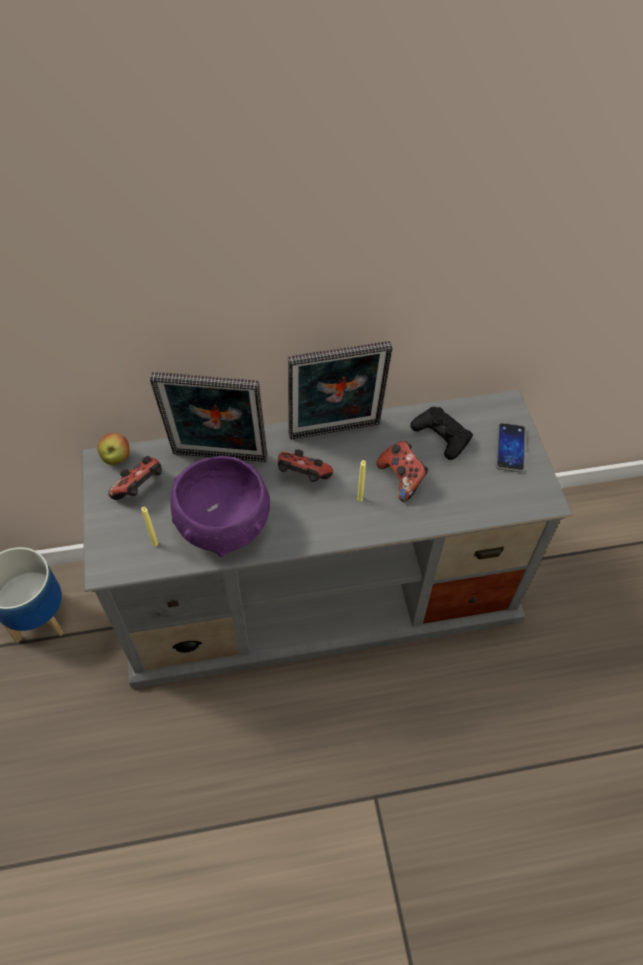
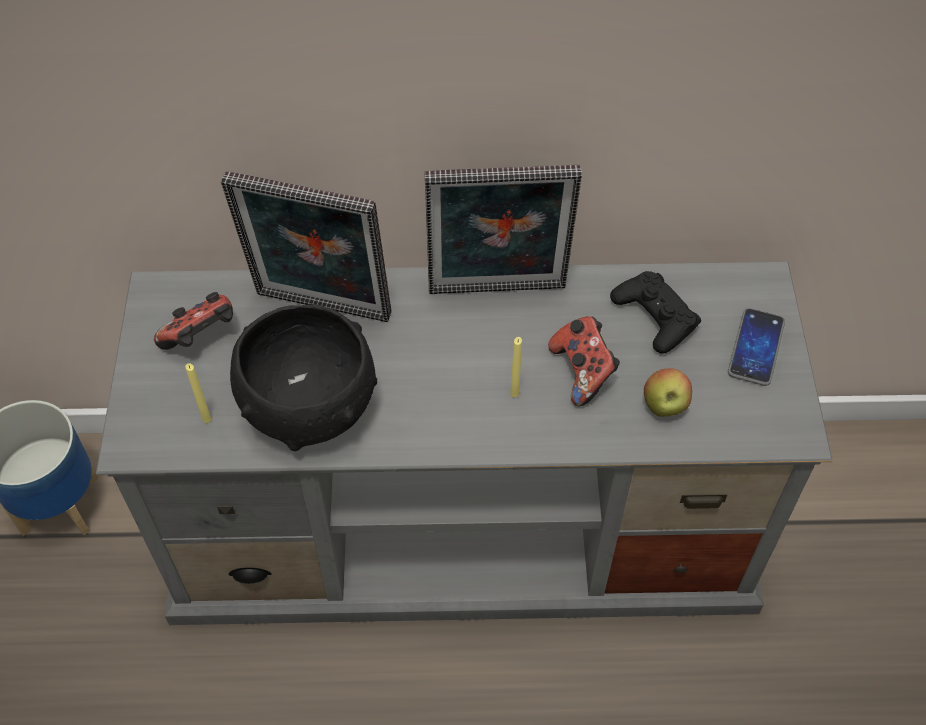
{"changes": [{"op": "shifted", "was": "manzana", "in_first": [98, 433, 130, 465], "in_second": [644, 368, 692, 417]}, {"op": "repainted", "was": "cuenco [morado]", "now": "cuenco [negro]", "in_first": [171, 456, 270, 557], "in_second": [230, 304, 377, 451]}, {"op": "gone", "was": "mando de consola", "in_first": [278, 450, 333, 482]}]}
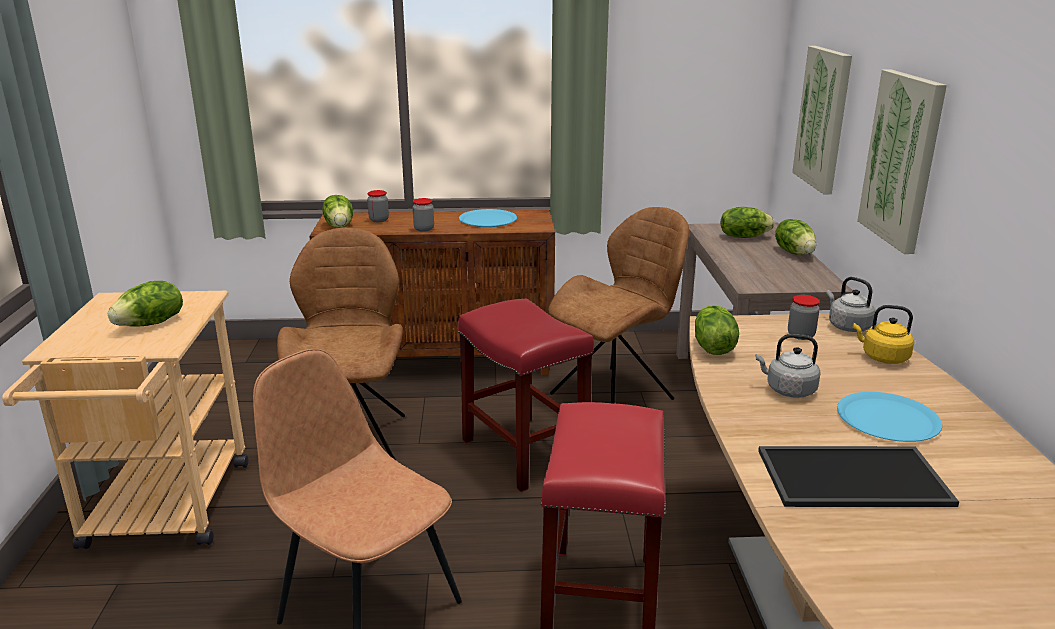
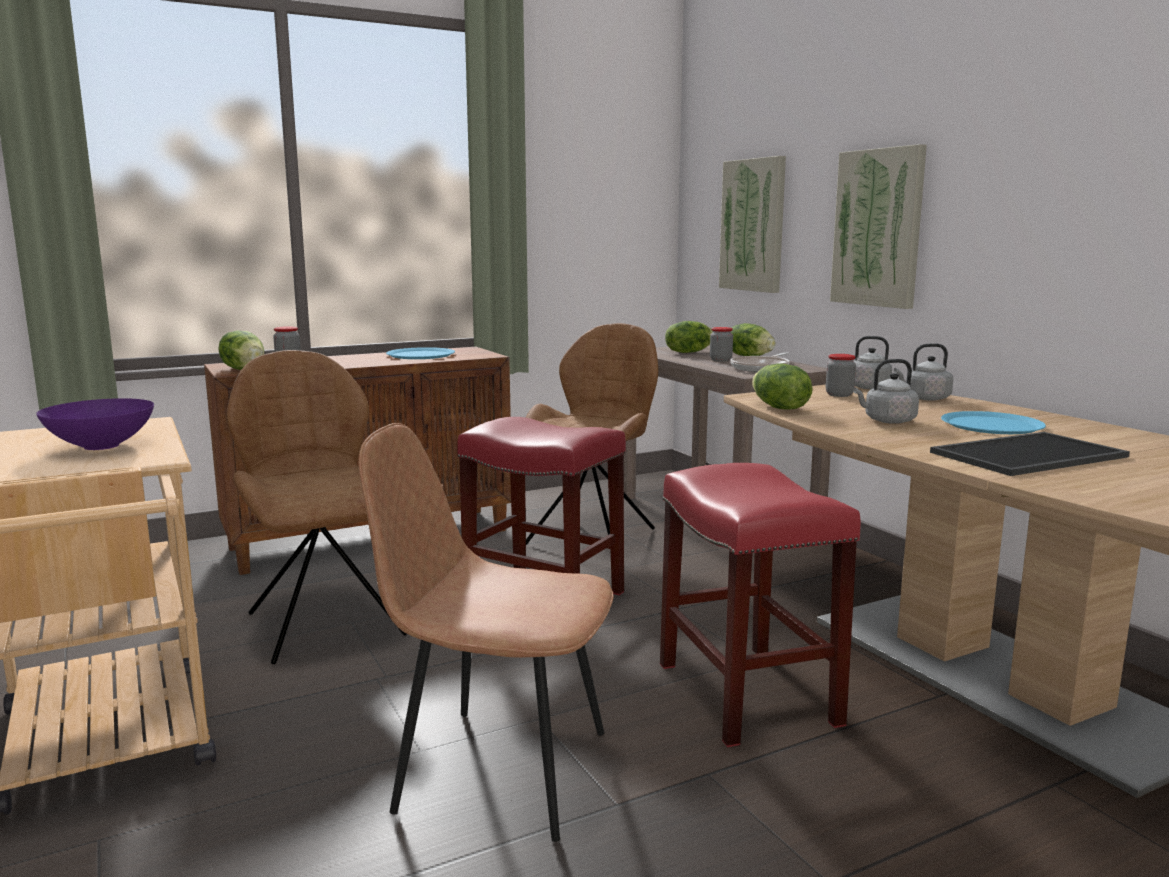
{"changes": [{"op": "swapped", "was": "lechuga", "now": "cuenco [morado]", "in_first": [108, 281, 183, 327], "in_second": [36, 398, 154, 450]}, {"op": "shifted", "was": "tarro", "in_first": [413, 198, 434, 232], "in_second": [710, 327, 733, 362]}, {"op": "repainted", "was": "hervidor [amarillo]", "now": "hervidor [gris]", "in_first": [853, 305, 914, 364], "in_second": [894, 343, 953, 401]}, {"op": "new", "now": "sartén", "in_second": [730, 352, 790, 372]}]}
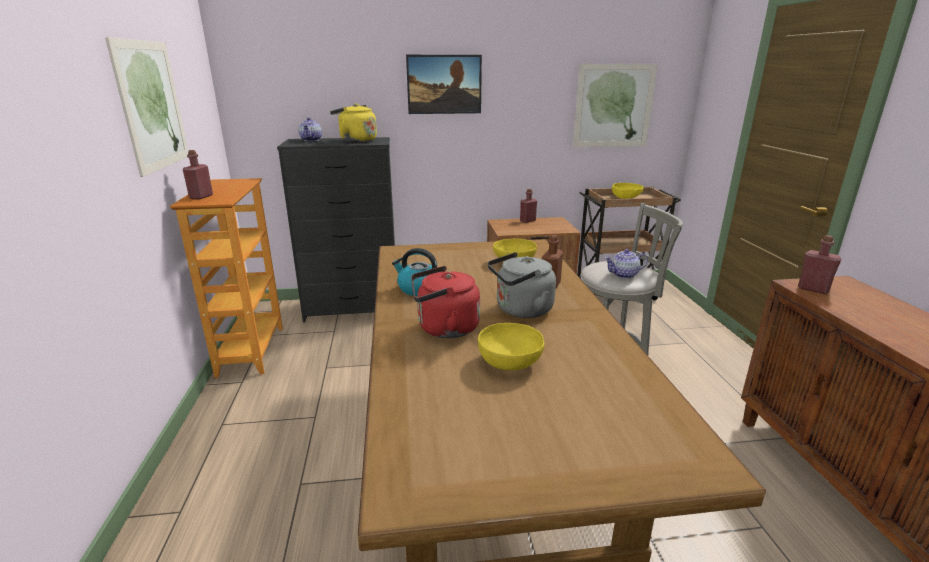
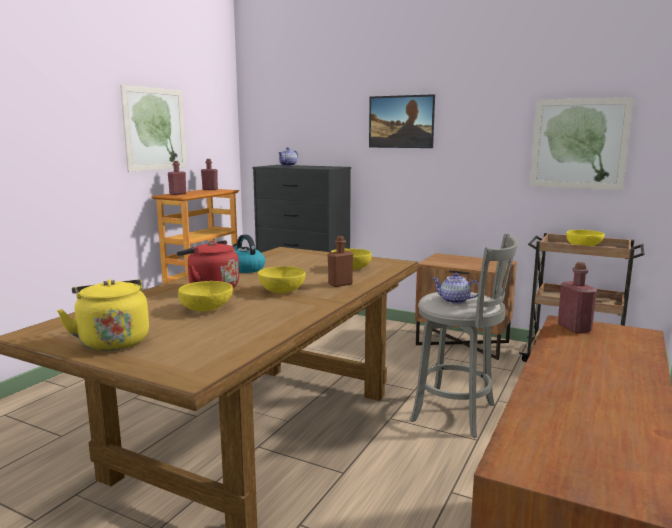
{"changes": [{"op": "shifted", "was": "hervidor [amarillo]", "in_first": [330, 103, 377, 142], "in_second": [57, 279, 149, 351]}, {"op": "swapped", "was": "hervidor [gris]", "now": "cuenco [amarillo]", "in_first": [488, 252, 556, 318], "in_second": [258, 266, 306, 293]}, {"op": "shifted", "was": "botella [rojo]", "in_first": [520, 189, 537, 223], "in_second": [201, 159, 218, 190]}]}
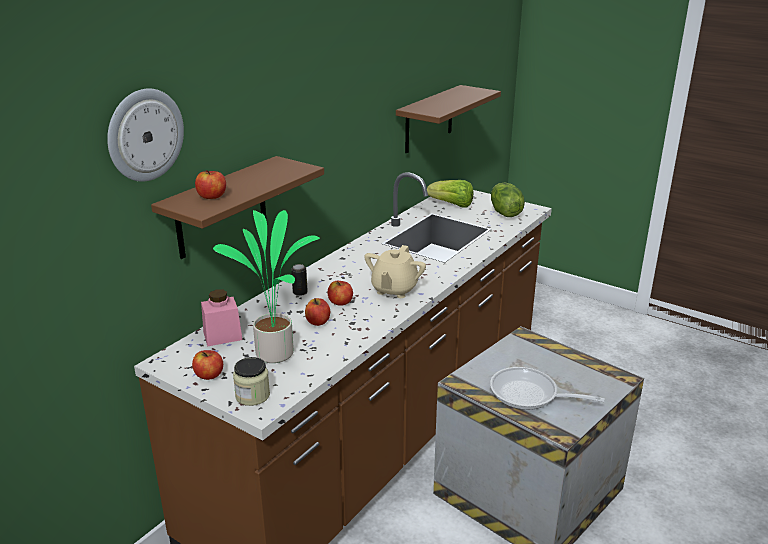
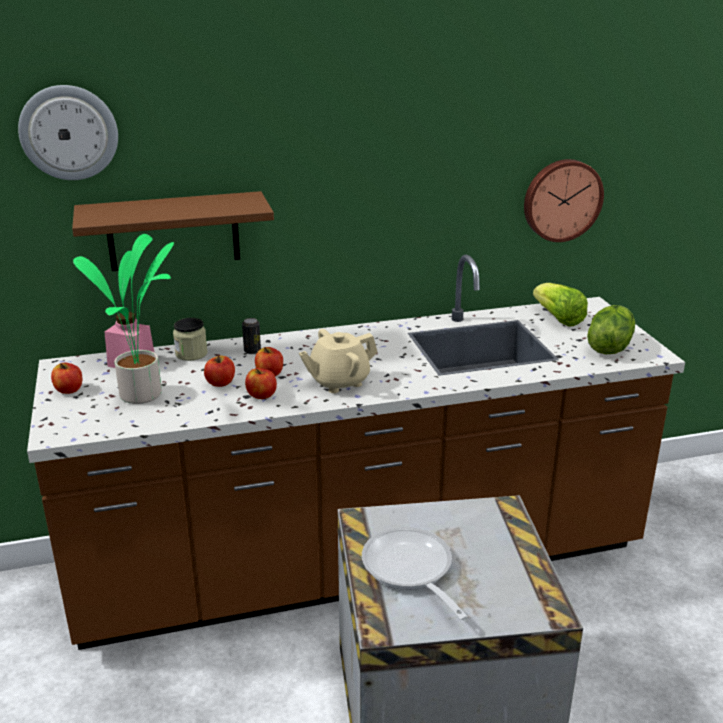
{"changes": [{"op": "shifted", "was": "manzana", "in_first": [195, 170, 226, 199], "in_second": [245, 368, 277, 399]}, {"op": "shifted", "was": "tarro", "in_first": [233, 357, 270, 406], "in_second": [173, 318, 207, 361]}, {"op": "swapped", "was": "estante [marrón]", "now": "reloj de pared", "in_first": [396, 85, 501, 153], "in_second": [524, 159, 604, 242]}]}
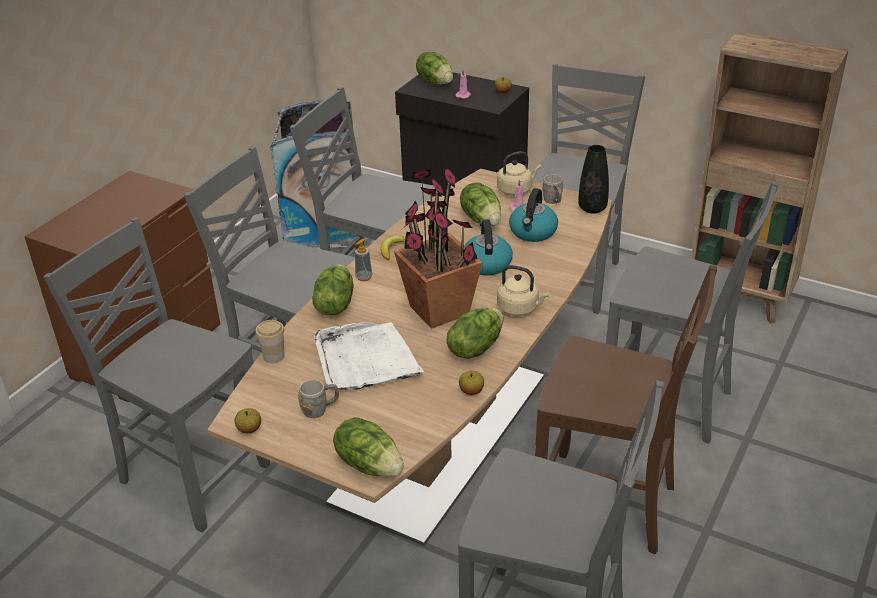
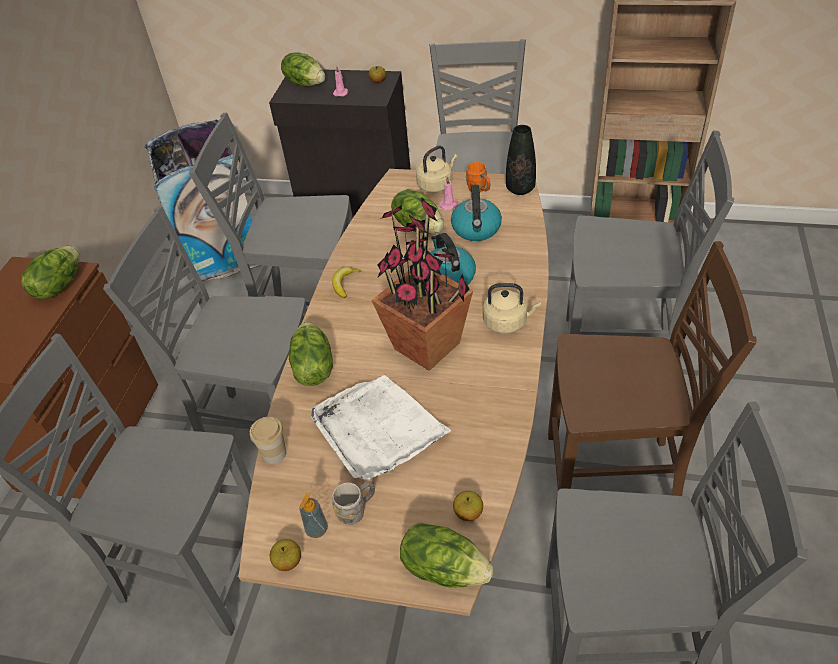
{"changes": [{"op": "shifted", "was": "dispensador de jabón", "in_first": [355, 239, 372, 281], "in_second": [299, 493, 328, 538]}, {"op": "shifted", "was": "lechuga", "in_first": [447, 308, 503, 359], "in_second": [21, 246, 80, 299]}, {"op": "shifted", "was": "manzana", "in_first": [459, 371, 484, 395], "in_second": [453, 491, 483, 521]}, {"op": "repainted", "was": "taza grande [gris]", "now": "taza grande [naranja]", "in_first": [542, 174, 563, 204], "in_second": [466, 162, 490, 192]}]}
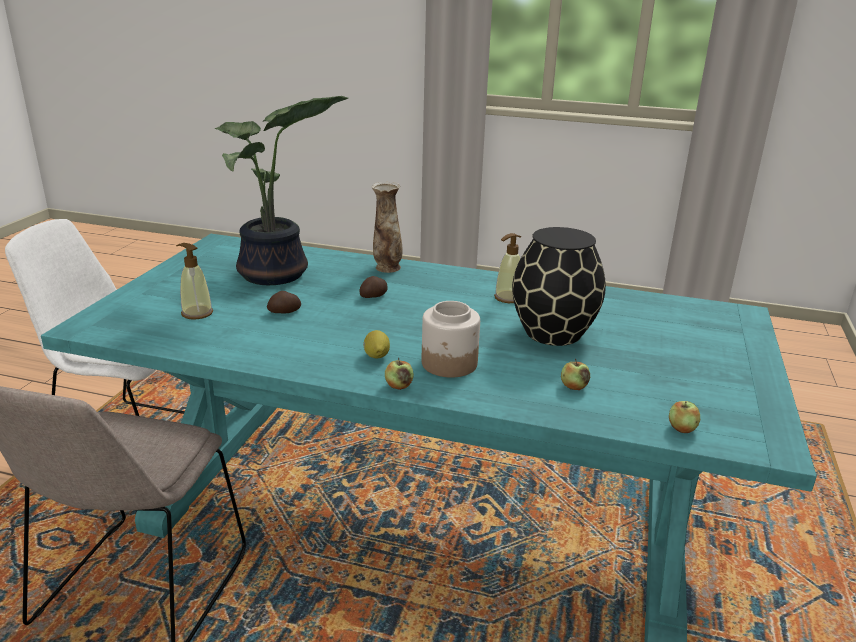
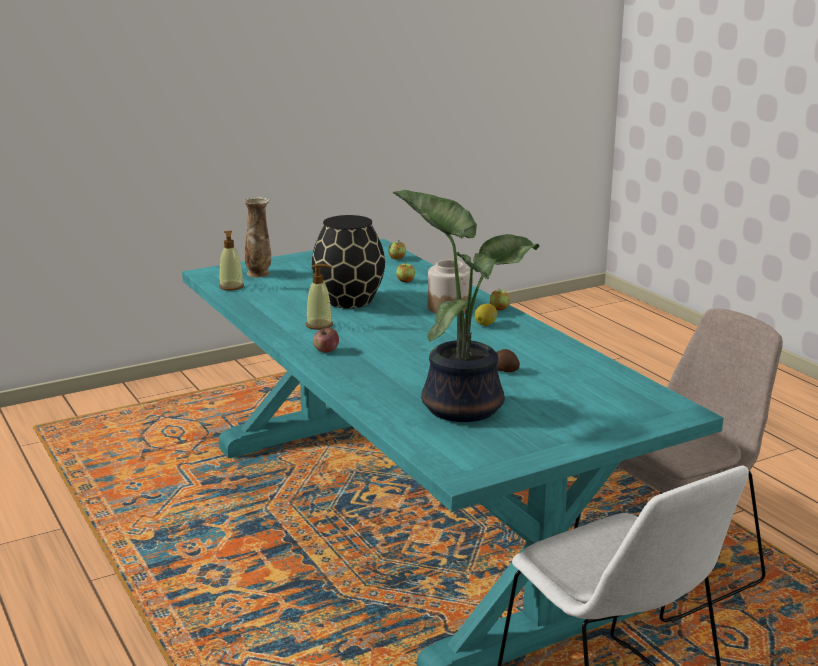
{"changes": [{"op": "shifted", "was": "dispensador de jabón", "in_first": [176, 243, 213, 319], "in_second": [219, 231, 244, 291]}, {"op": "gone", "was": "patata", "in_first": [359, 276, 388, 298]}, {"op": "shifted", "was": "florero", "in_first": [371, 182, 403, 273], "in_second": [243, 196, 271, 277]}, {"op": "new", "now": "manzana", "in_second": [313, 328, 339, 353]}]}
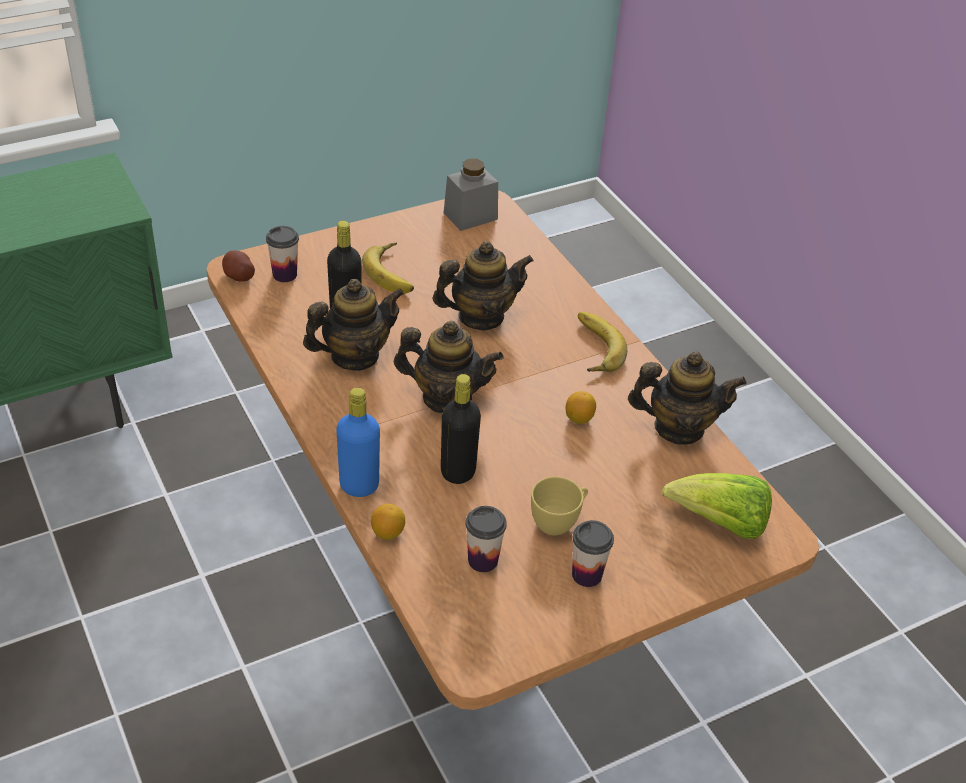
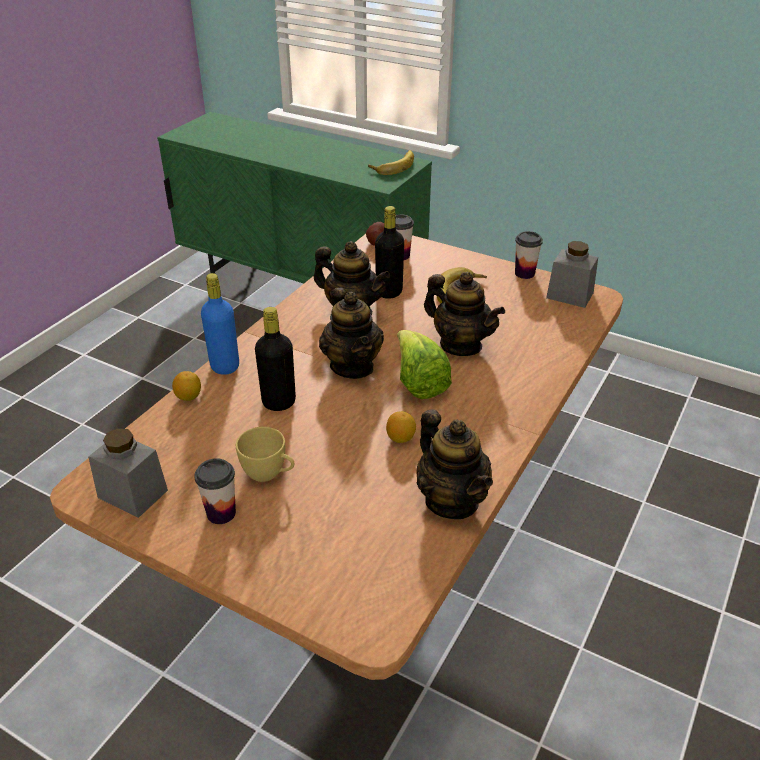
{"changes": [{"op": "shifted", "was": "taza", "in_first": [465, 506, 507, 572], "in_second": [515, 231, 543, 279]}, {"op": "shifted", "was": "plátano", "in_first": [578, 312, 627, 372], "in_second": [368, 150, 414, 175]}, {"op": "shifted", "was": "lechuga", "in_first": [662, 473, 772, 539], "in_second": [397, 330, 452, 399]}, {"op": "new", "now": "tarro [gris]", "in_second": [88, 428, 168, 518]}]}
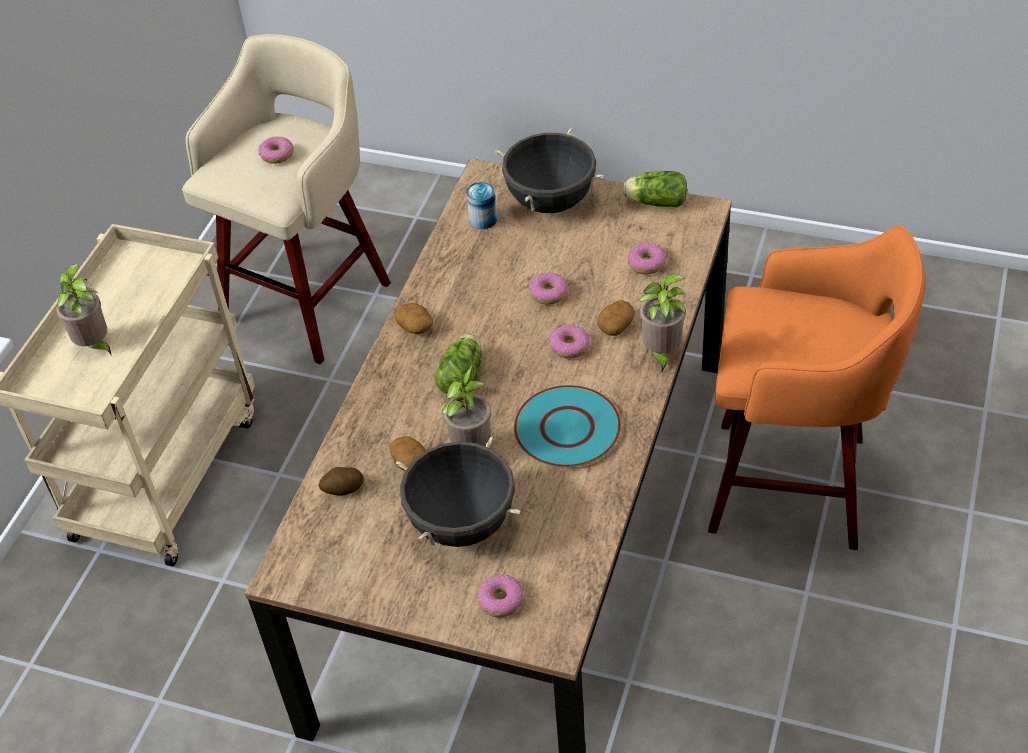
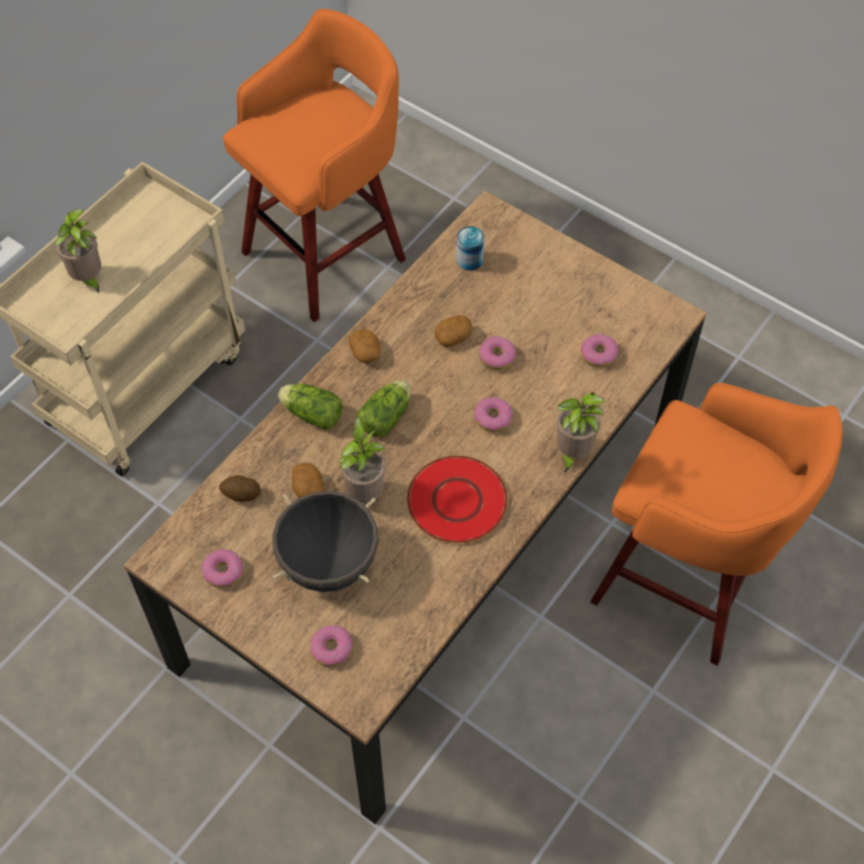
{"changes": [{"op": "repainted", "was": "taburete [beis]", "now": "taburete [naranja]", "in_first": [182, 34, 391, 364], "in_second": [223, 9, 406, 322]}, {"op": "shifted", "was": "rosquilla", "in_first": [258, 136, 294, 164], "in_second": [201, 549, 243, 588]}, {"op": "gone", "was": "olla [negro]", "in_first": [495, 128, 604, 213]}, {"op": "repainted", "was": "plato [turquesa]", "now": "plato [rojo]", "in_first": [514, 385, 621, 467], "in_second": [407, 455, 508, 543]}, {"op": "shifted", "was": "patata", "in_first": [597, 300, 635, 336], "in_second": [435, 315, 473, 348]}, {"op": "shifted", "was": "lechuga", "in_first": [622, 171, 687, 207], "in_second": [278, 384, 343, 430]}]}
